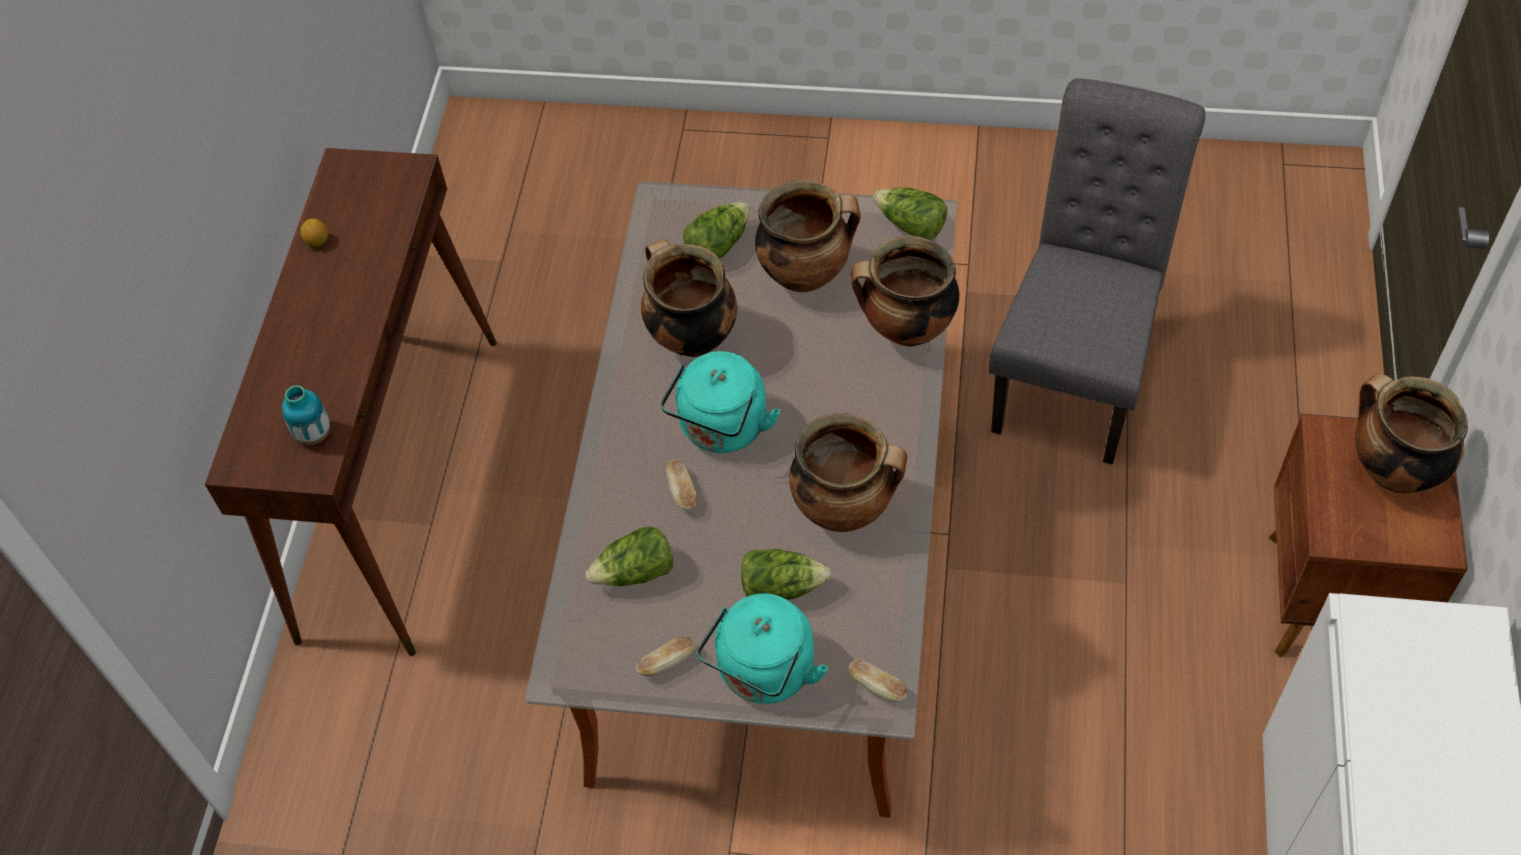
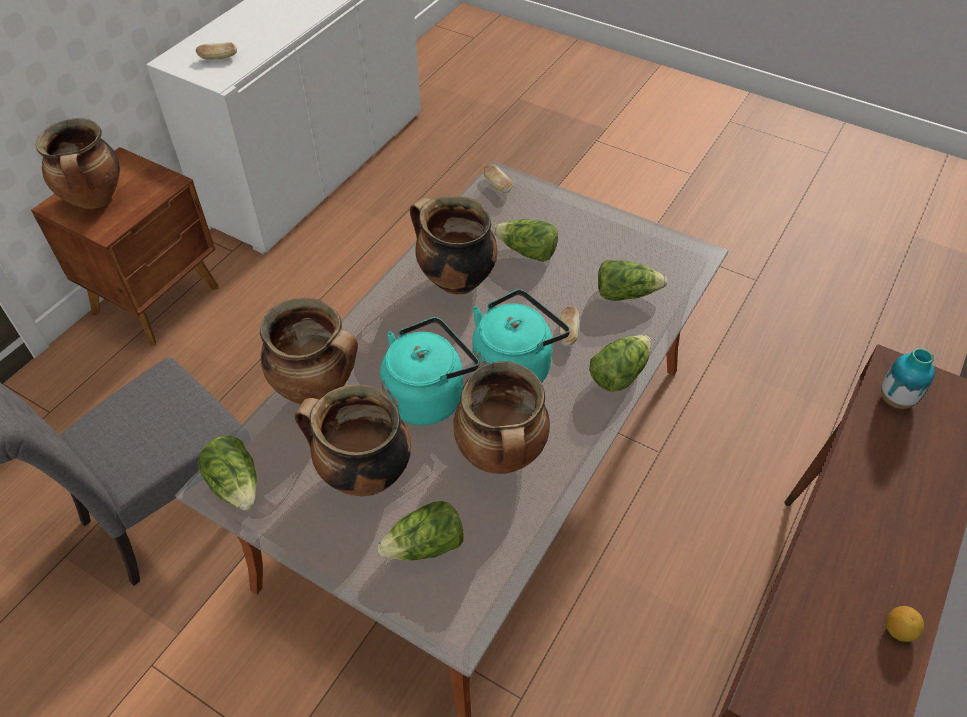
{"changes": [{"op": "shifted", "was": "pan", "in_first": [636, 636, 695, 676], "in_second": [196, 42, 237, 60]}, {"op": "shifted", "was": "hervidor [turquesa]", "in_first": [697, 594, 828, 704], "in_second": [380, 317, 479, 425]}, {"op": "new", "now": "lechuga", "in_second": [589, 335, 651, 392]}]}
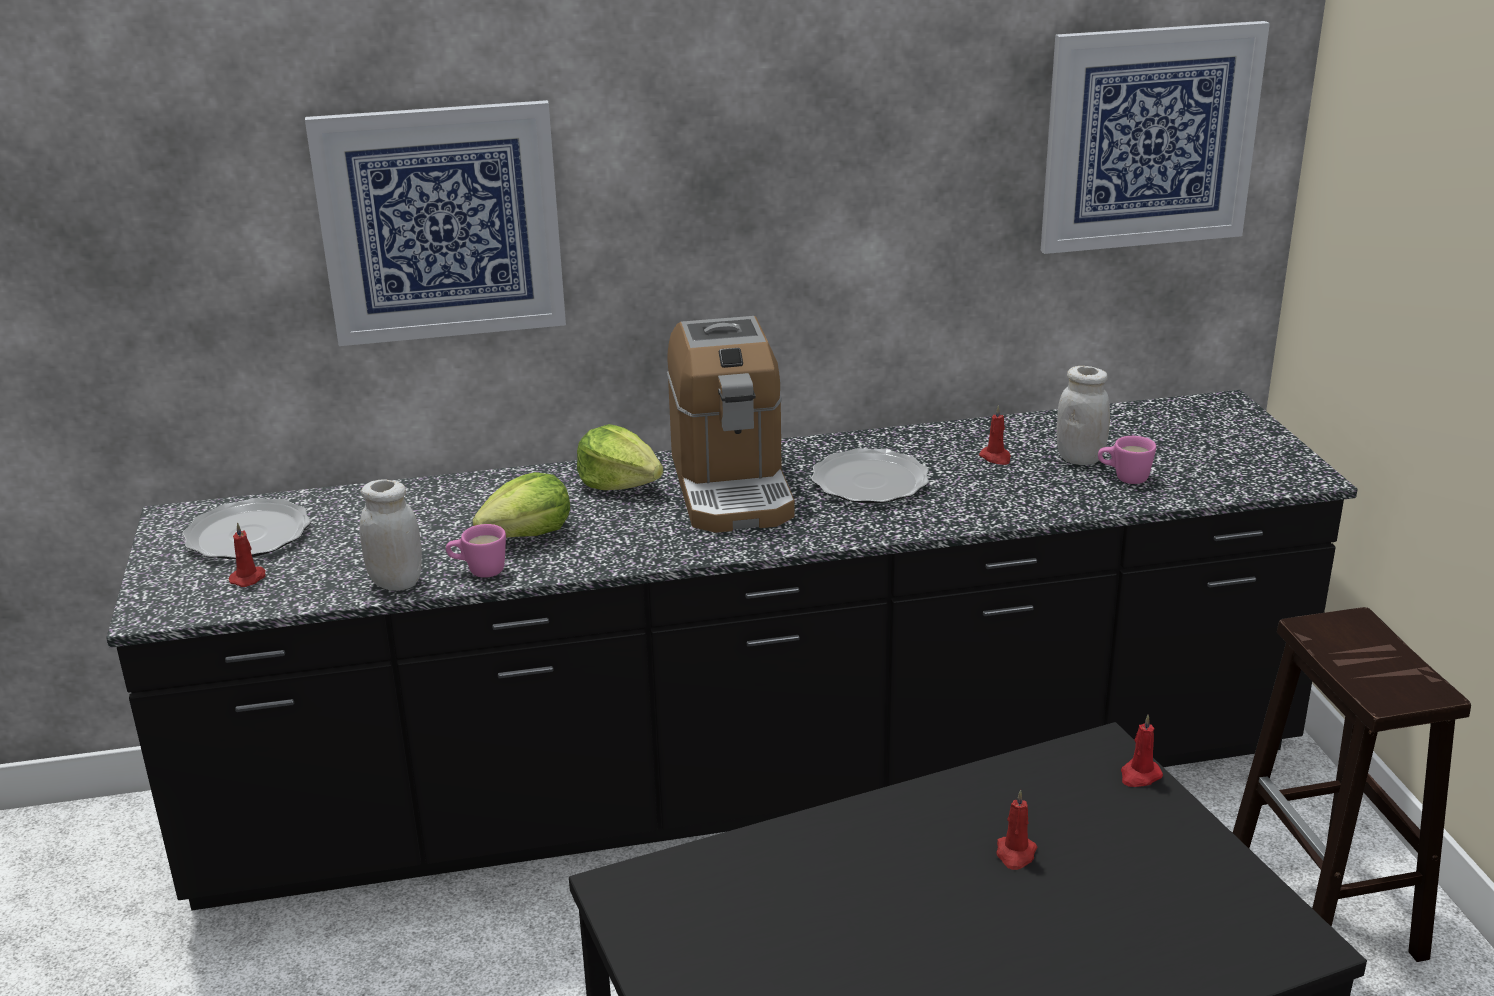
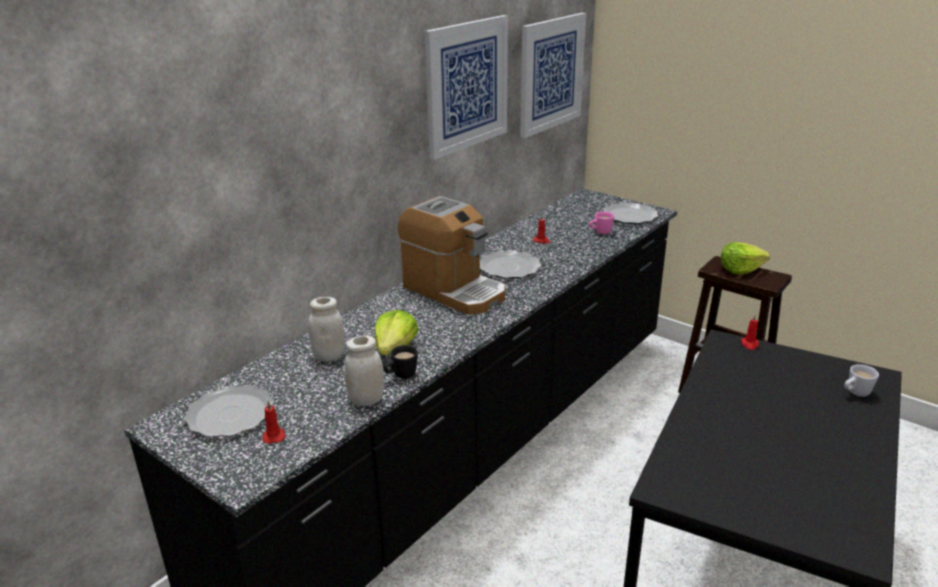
{"changes": [{"op": "shifted", "was": "cuadro", "in_first": [305, 100, 566, 346], "in_second": [425, 15, 508, 160]}, {"op": "repainted", "was": "taza grande [rosa]", "now": "taza grande [negro]", "in_first": [446, 524, 506, 578], "in_second": [383, 345, 418, 379]}, {"op": "shifted", "was": "lechuga", "in_first": [577, 424, 663, 490], "in_second": [721, 242, 770, 275]}, {"op": "gone", "was": "vela [rojo]", "in_first": [996, 790, 1037, 870]}, {"op": "shifted", "was": "tarro [blanco]", "in_first": [1056, 366, 1110, 465], "in_second": [308, 297, 345, 362]}, {"op": "new", "now": "plato", "in_second": [604, 203, 658, 224]}, {"op": "new", "now": "taza grande [blanco]", "in_second": [844, 364, 879, 397]}]}
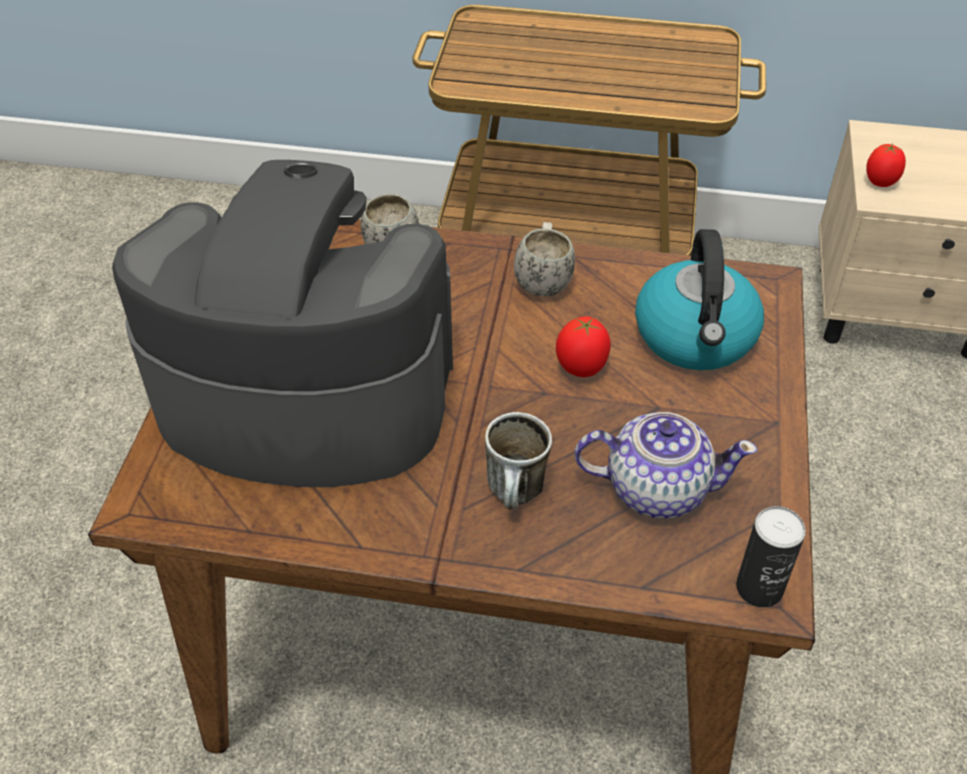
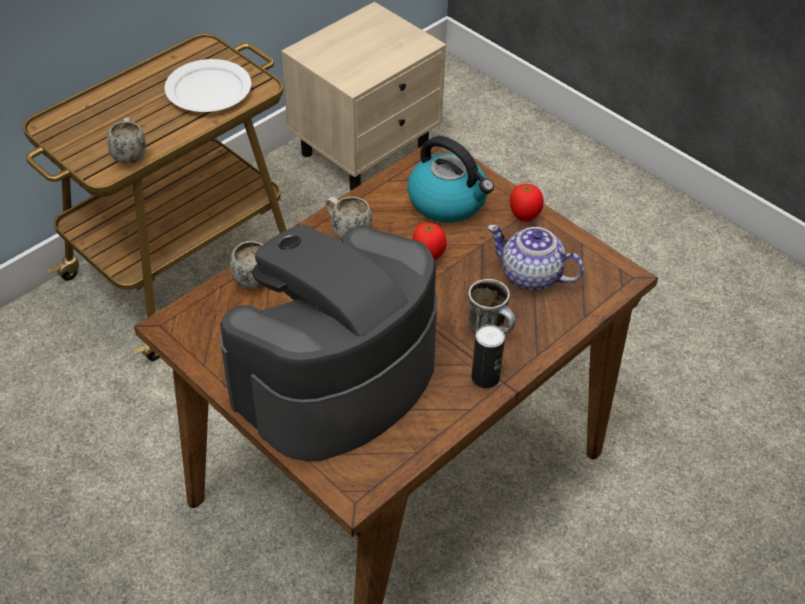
{"changes": [{"op": "rotated", "was": "tetera", "in_first": [575, 412, 757, 518], "in_second": [487, 224, 584, 291], "clockwise": -105}, {"op": "shifted", "was": "lata", "in_first": [736, 506, 806, 607], "in_second": [471, 324, 505, 388]}, {"op": "shifted", "was": "tomate", "in_first": [866, 143, 906, 187], "in_second": [510, 184, 544, 222]}, {"op": "new", "now": "taza grande [blanco]", "in_second": [107, 117, 146, 164]}, {"op": "new", "now": "plato [blanco]", "in_second": [165, 59, 251, 112]}]}
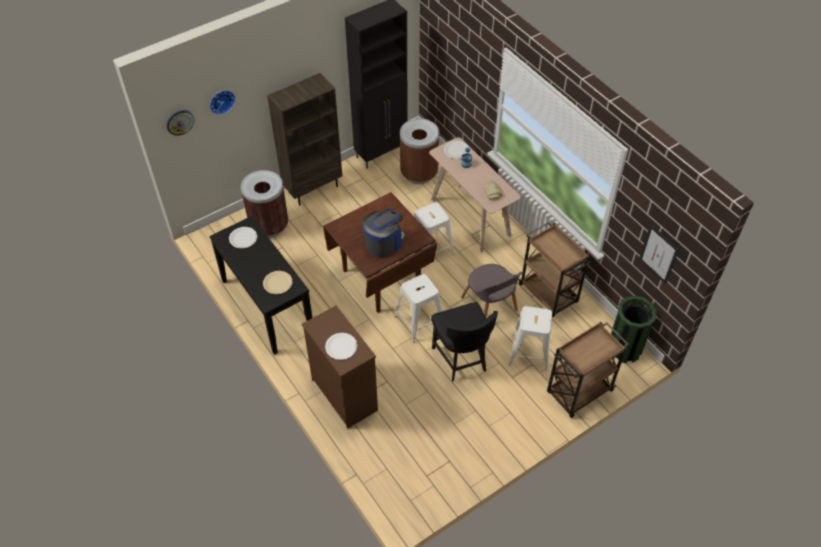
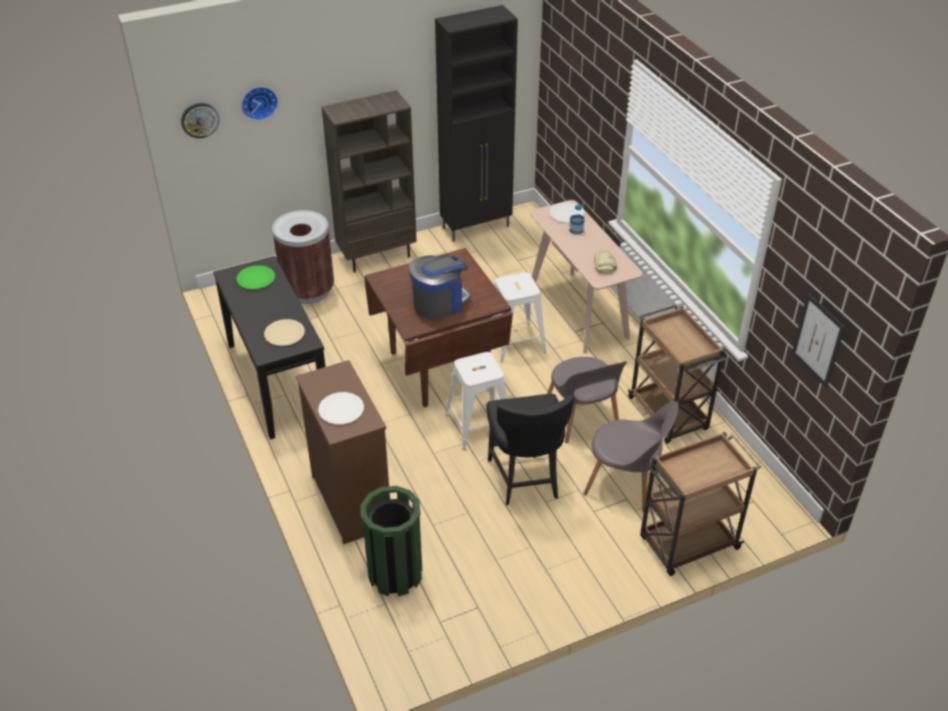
{"changes": [{"op": "repainted", "was": "plato [blanco]", "now": "plato [verde]", "in_first": [229, 227, 257, 248], "in_second": [237, 265, 275, 289]}, {"op": "gone", "was": "papelera [marrón]", "in_first": [400, 118, 439, 184]}, {"op": "swapped", "was": "taburete [blanco]", "now": "silla [gris]", "in_first": [509, 306, 552, 371], "in_second": [583, 401, 679, 512]}, {"op": "shifted", "was": "papelera [verde]", "in_first": [611, 296, 657, 363], "in_second": [361, 486, 422, 597]}]}
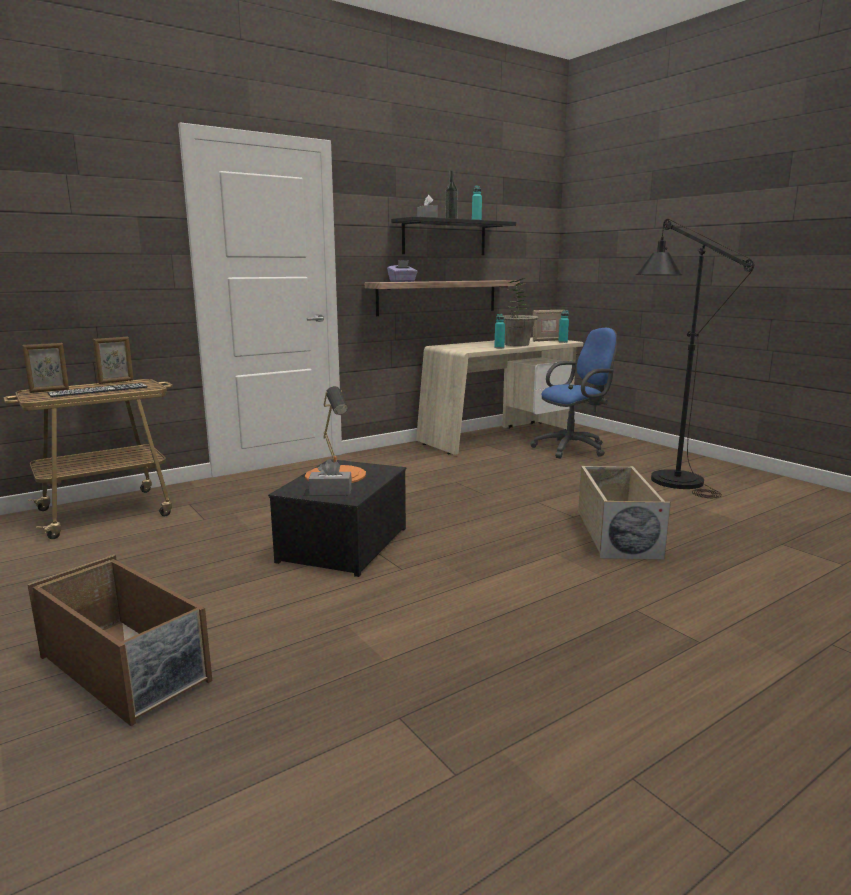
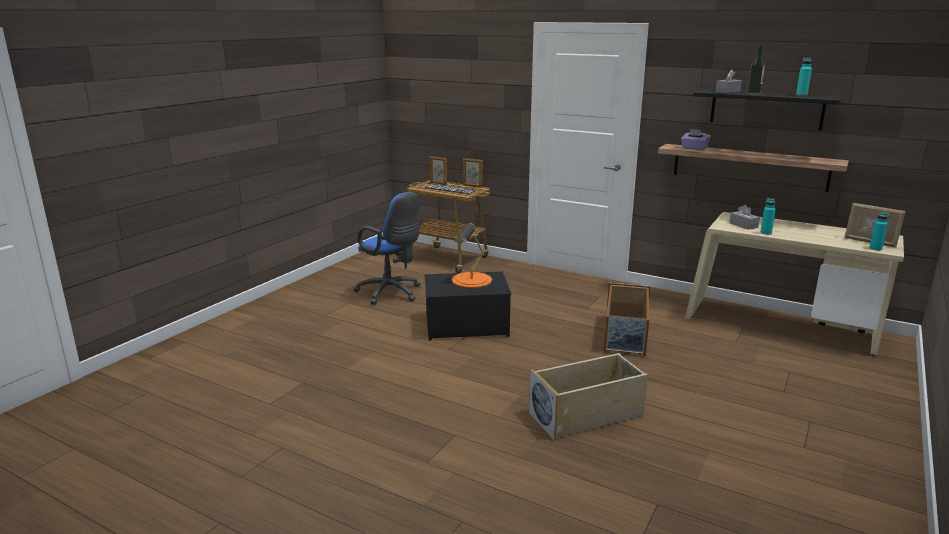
{"changes": [{"op": "shifted", "was": "caja de almacenaje [marrón]", "in_first": [27, 555, 212, 726], "in_second": [604, 283, 650, 357]}, {"op": "shifted", "was": "caja de pañuelos [gris]", "in_first": [309, 459, 352, 495], "in_second": [729, 205, 760, 230]}, {"op": "gone", "was": "planta en maceta", "in_first": [503, 278, 539, 346]}, {"op": "shifted", "was": "silla de oficina [azul]", "in_first": [530, 328, 617, 458], "in_second": [354, 192, 420, 305]}, {"op": "gone", "was": "lámpara de pie [negro]", "in_first": [635, 219, 755, 498]}]}
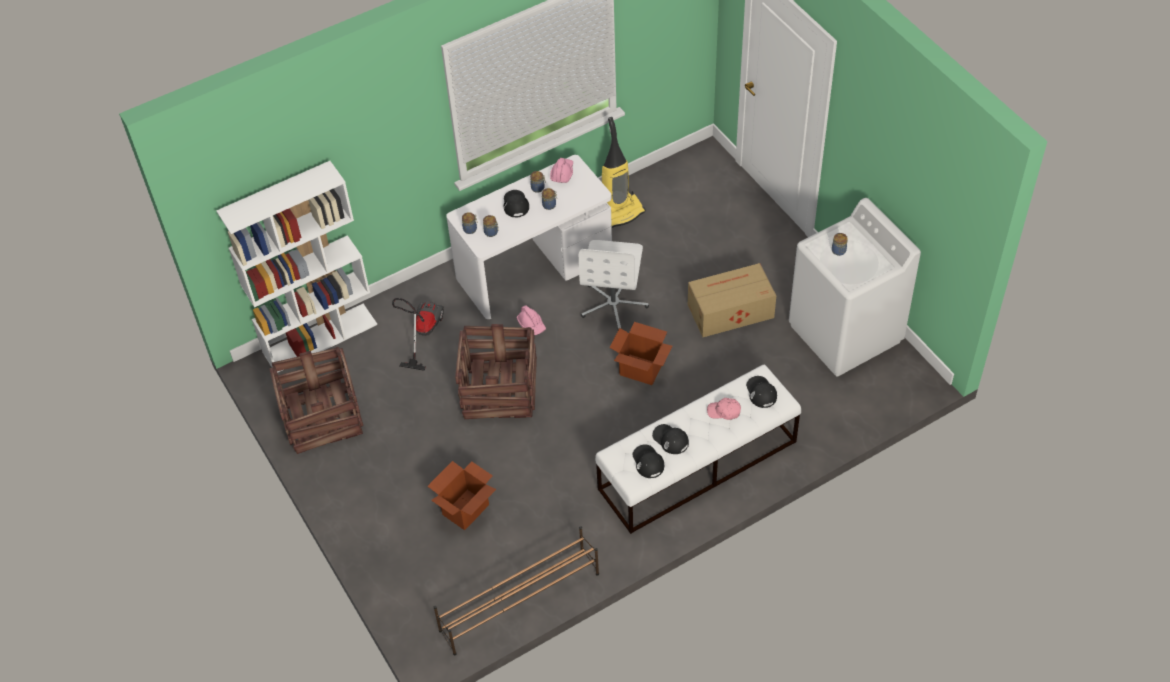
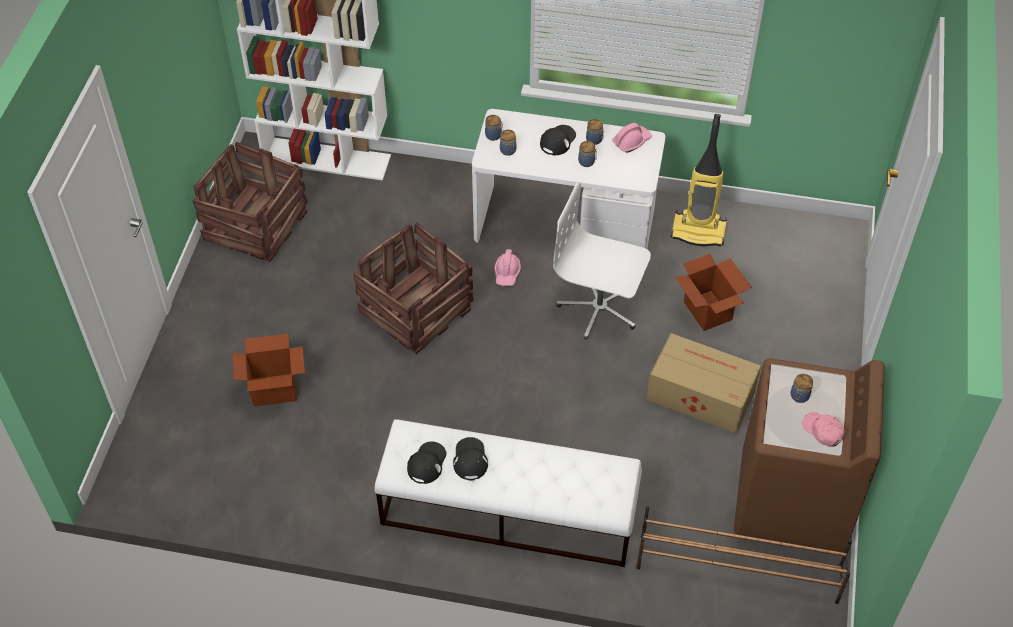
{"changes": [{"op": "gone", "was": "aspiradora", "in_first": [392, 298, 444, 371]}, {"op": "shifted", "was": "zapatero [marrón]", "in_first": [434, 526, 599, 655], "in_second": [636, 506, 852, 604]}, {"op": "rotated", "was": "silla de oficina [blanco]", "in_first": [579, 240, 649, 330], "in_second": [553, 183, 651, 340], "clockwise": 60}, {"op": "shifted", "was": "caja de cartón", "in_first": [610, 322, 672, 385], "in_second": [675, 254, 752, 331]}, {"op": "shifted", "was": "gorra [rosa]", "in_first": [707, 398, 741, 420], "in_second": [802, 412, 845, 447]}, {"op": "gone", "was": "gorra [negro]", "in_first": [746, 376, 777, 408]}, {"op": "repainted", "was": "lavadora [blanco]", "now": "lavadora [marrón]", "in_first": [789, 198, 921, 377], "in_second": [734, 358, 885, 553]}]}
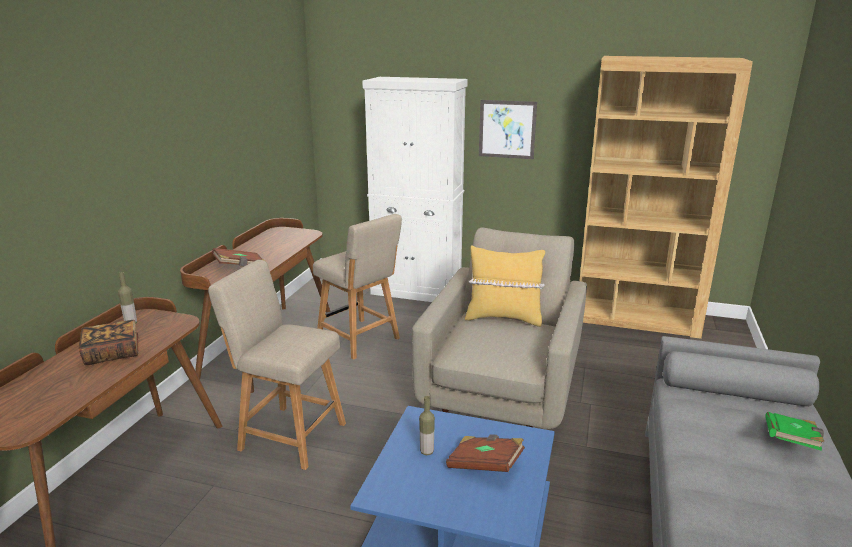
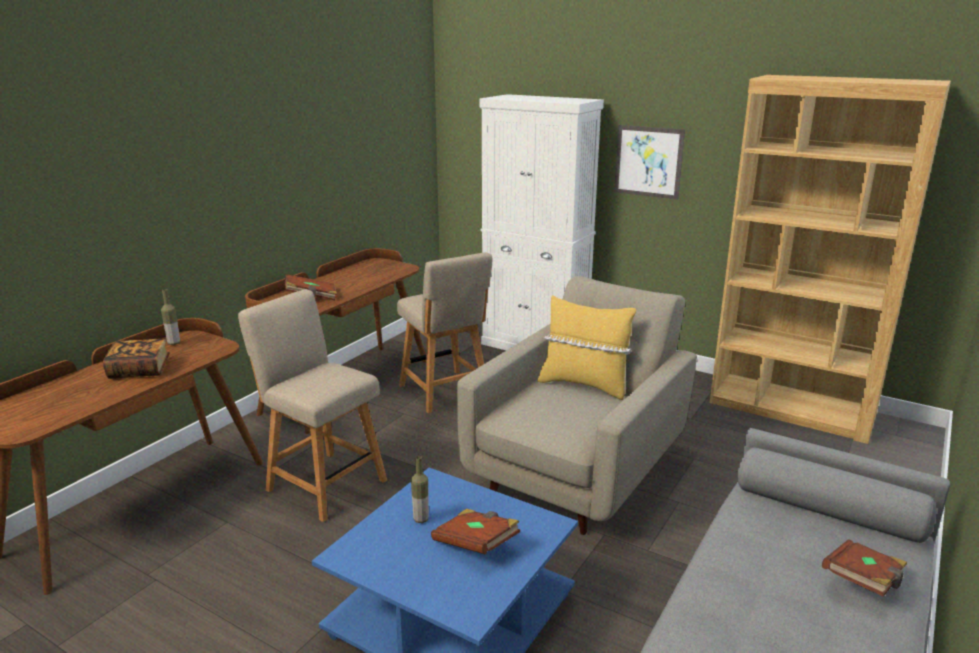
{"changes": [{"op": "repainted", "was": "libro [verde]", "now": "libro [marrón]", "in_first": [765, 412, 824, 451], "in_second": [822, 539, 907, 597]}]}
